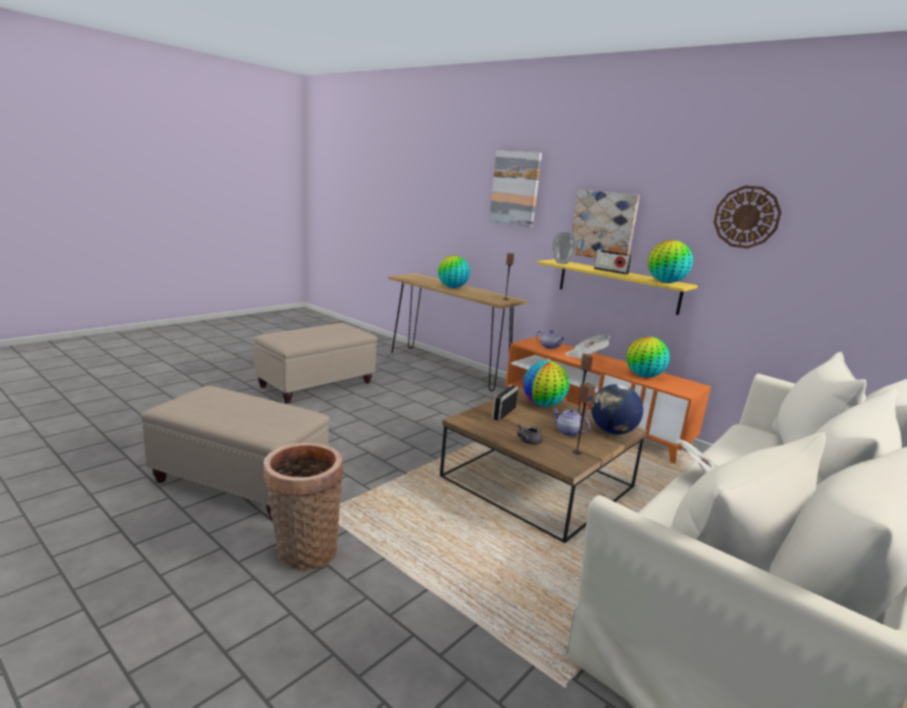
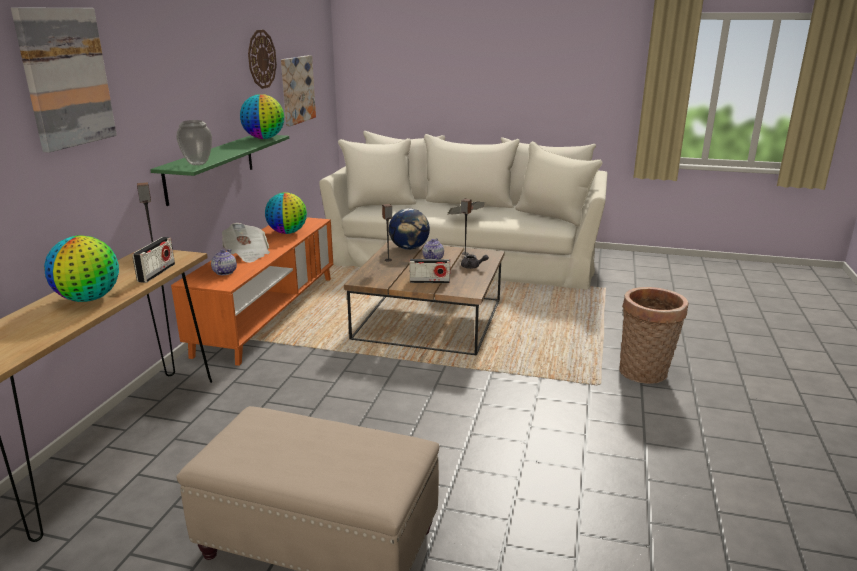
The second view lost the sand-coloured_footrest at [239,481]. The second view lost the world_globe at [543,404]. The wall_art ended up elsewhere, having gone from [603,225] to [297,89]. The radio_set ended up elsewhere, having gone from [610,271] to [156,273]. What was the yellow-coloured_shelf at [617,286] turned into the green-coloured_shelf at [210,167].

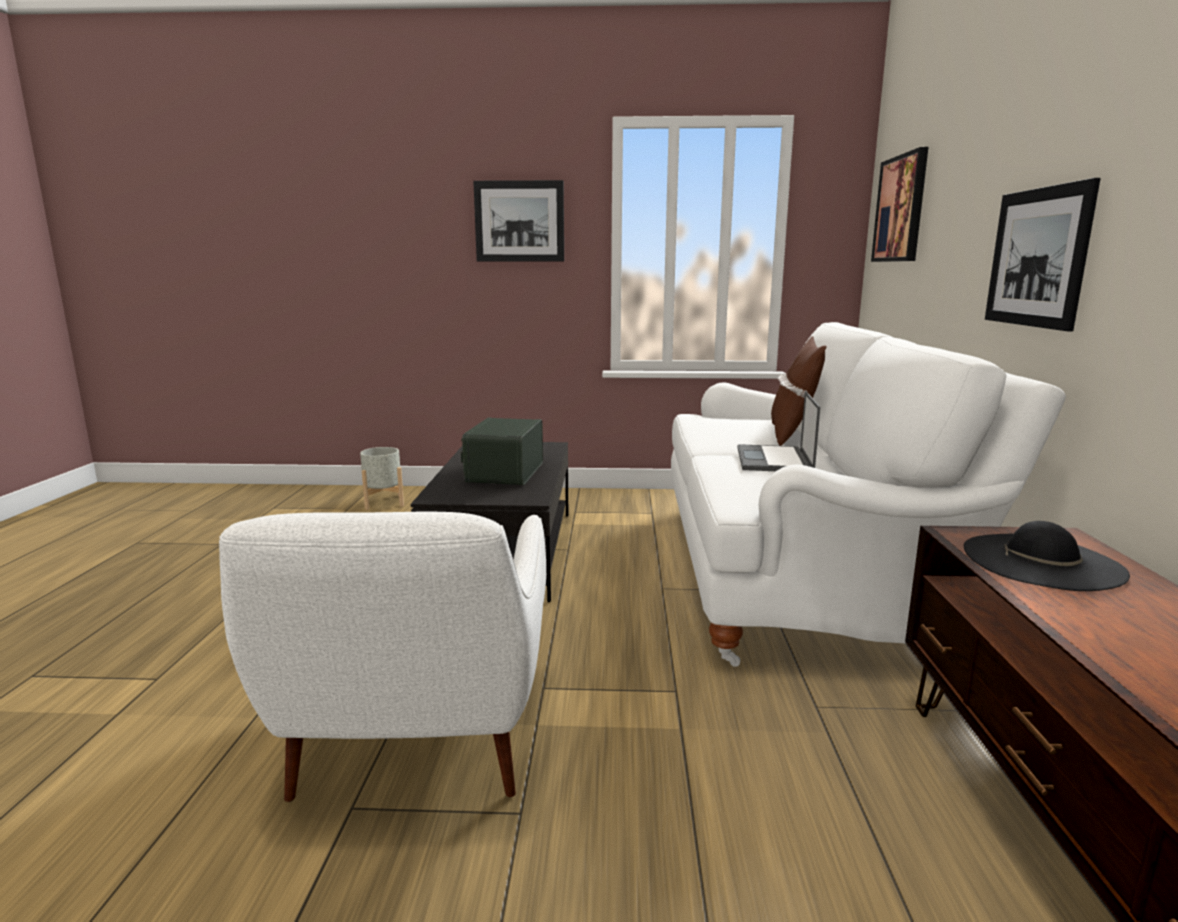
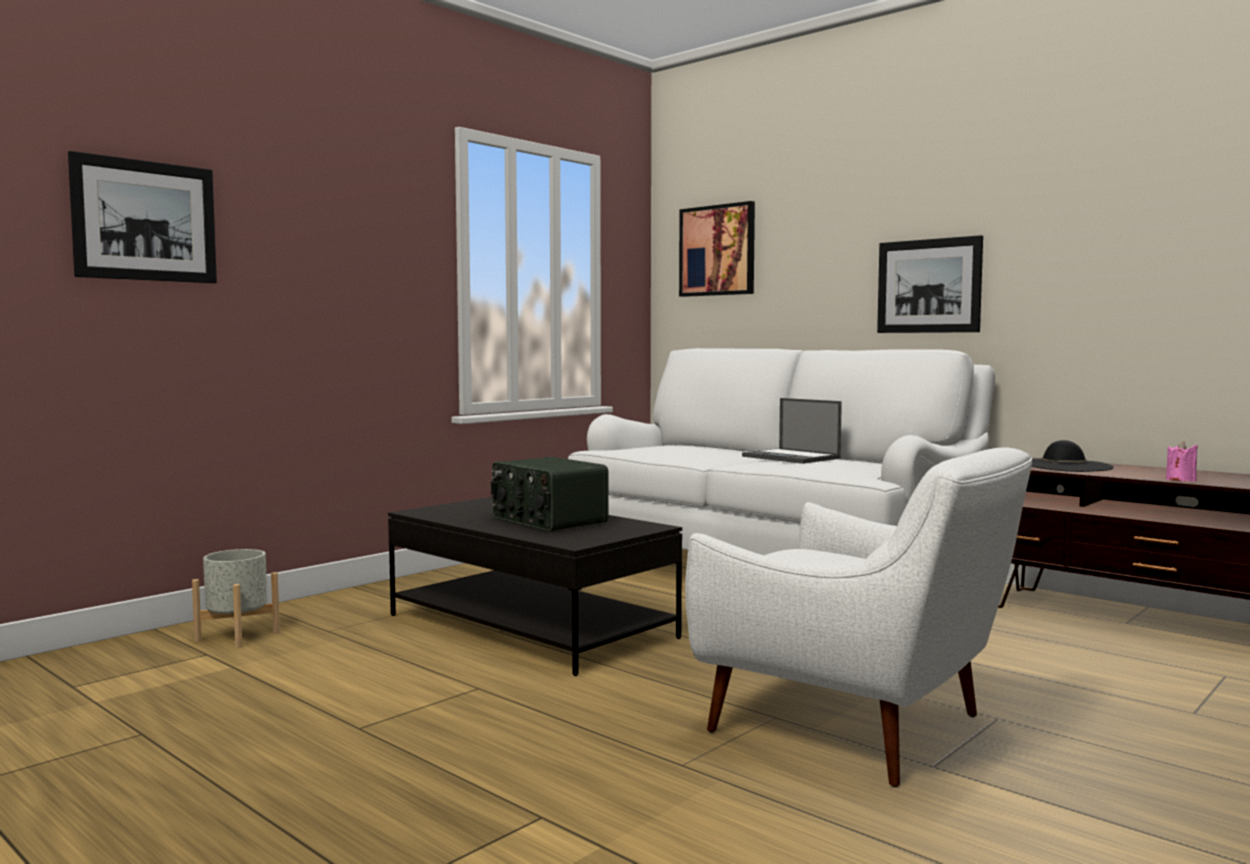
The second view lost the brown-coloured_throw_pillow at [792,435]. The second view gained the pinkish_wax_candle at [1180,480]. The wall_art ended up elsewhere, having gone from [519,221] to [145,221].

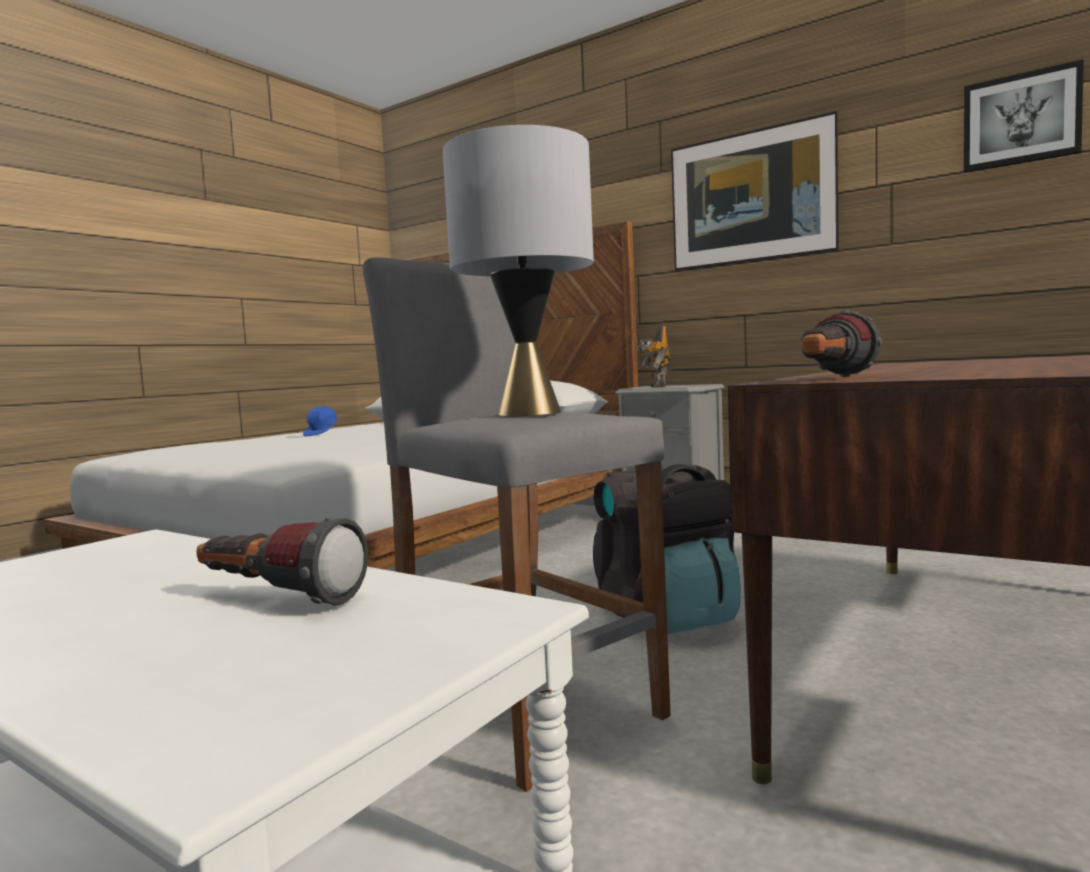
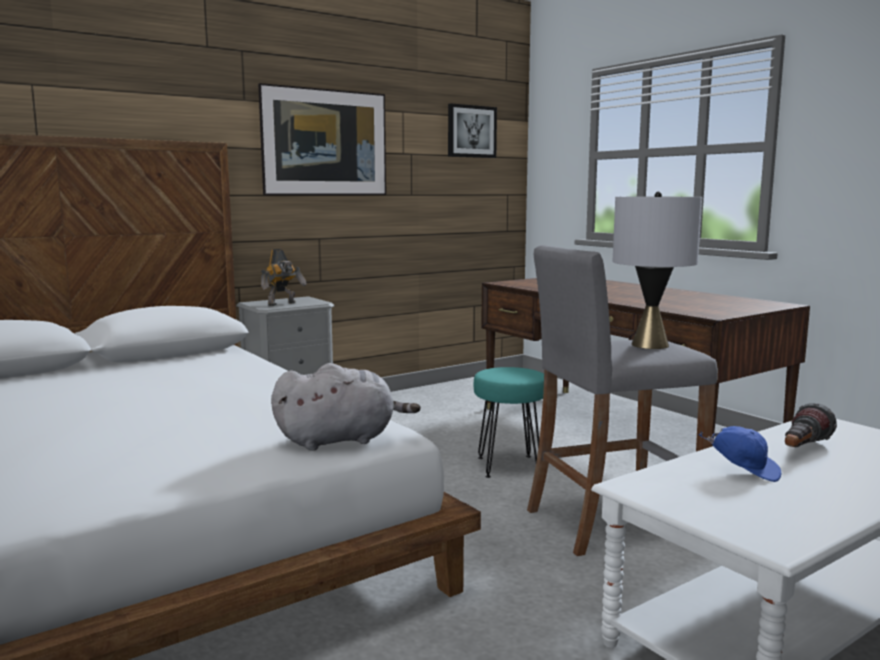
The second view lost the flashlight at [831,379]. The second view gained the gray_soft_toy at [341,440]. The blue_cap ended up elsewhere, having gone from [322,434] to [743,471]. Where the black-coloured_knapsack stood at [668,618], the turquoise_stool came to stand at [508,466]. The robot_figure at [656,387] ended up facing another way, 60 degrees counterclockwise from before.

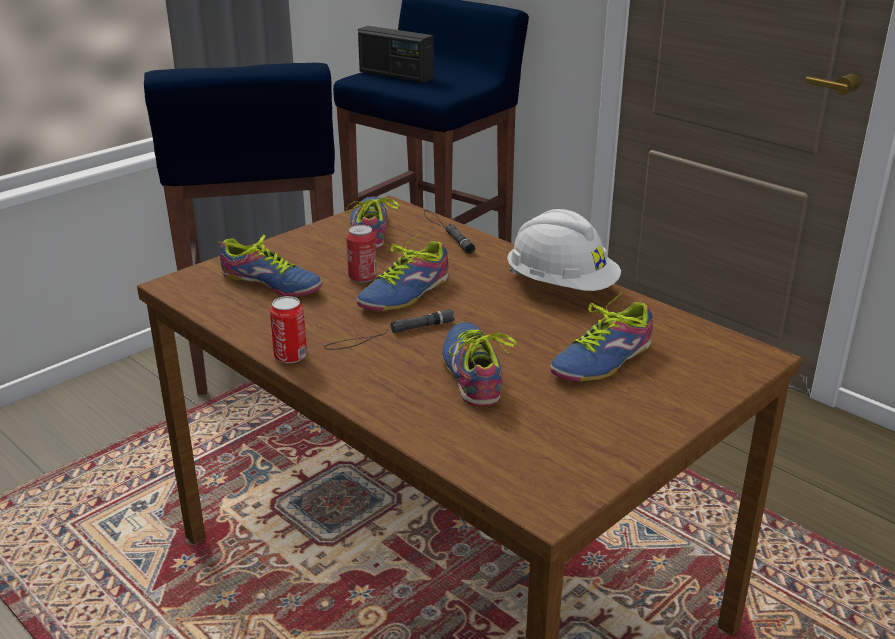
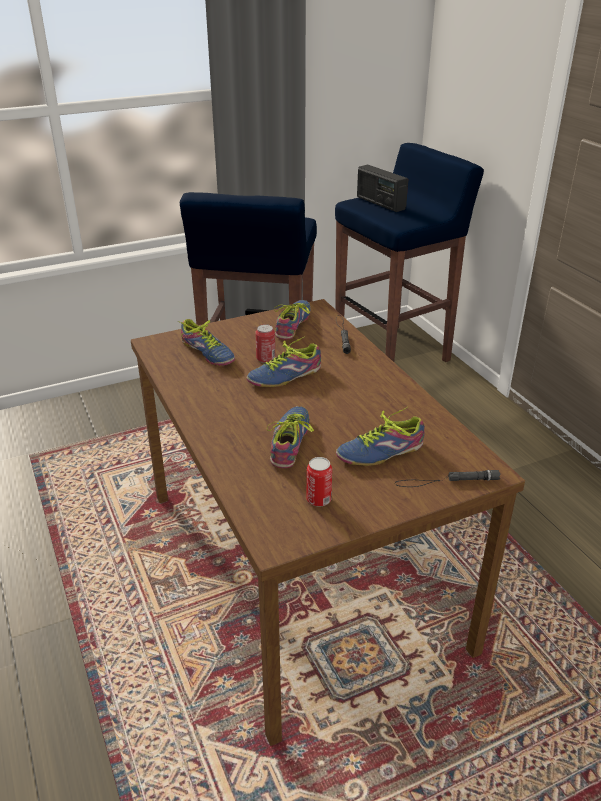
The second view lost the white-coloured_work_helmet at [561,287]. The sealed_can ended up elsewhere, having gone from [290,356] to [318,499]. The black-coloured_flashlight ended up elsewhere, having gone from [389,334] to [446,481].

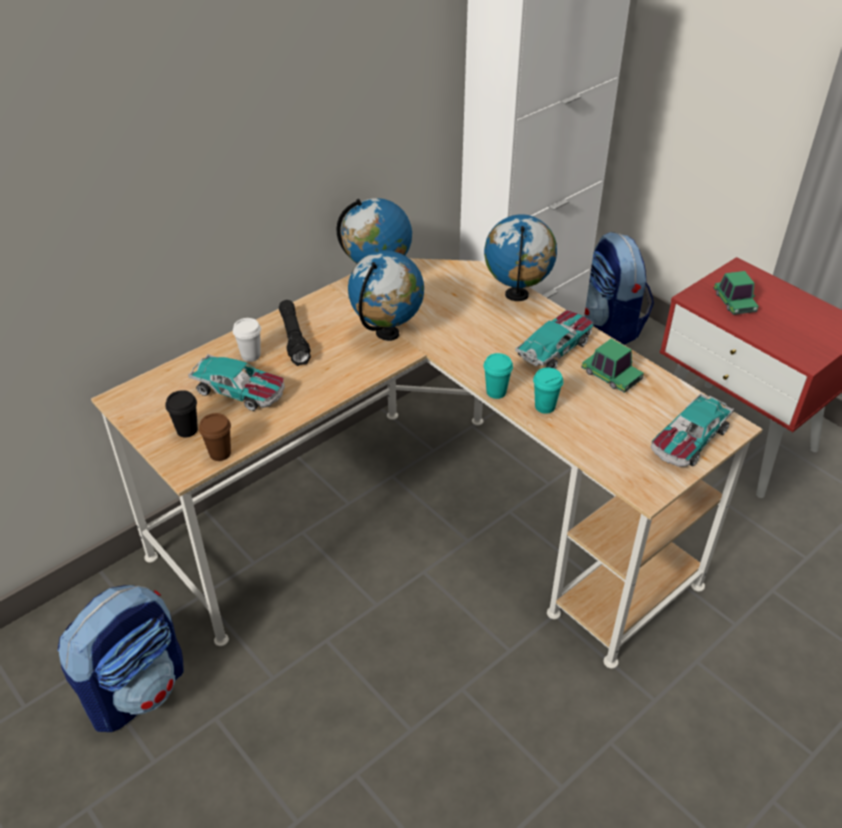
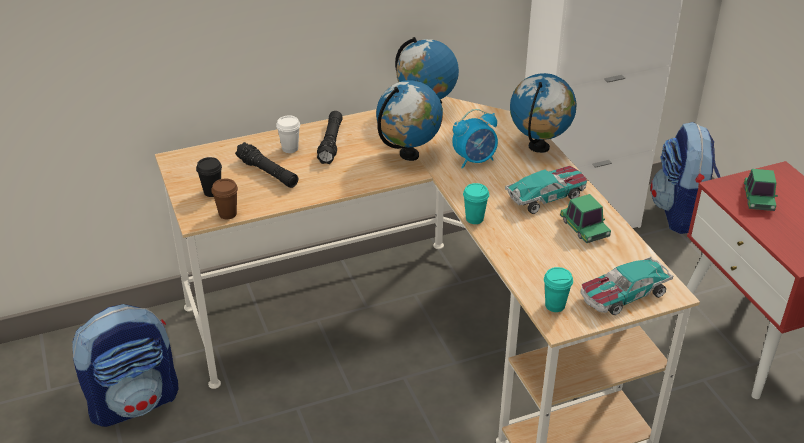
The second view gained the bedside_clock at [475,160]. The turquoise_small_cup ended up elsewhere, having gone from [545,407] to [555,305]. Where the miniature_car stood at [240,391], the black-coloured_flashlight came to stand at [267,173].

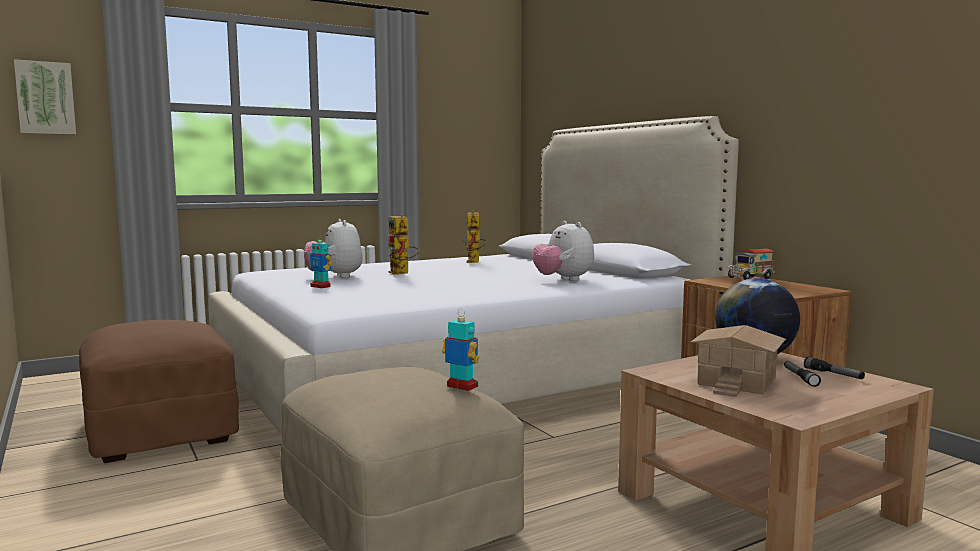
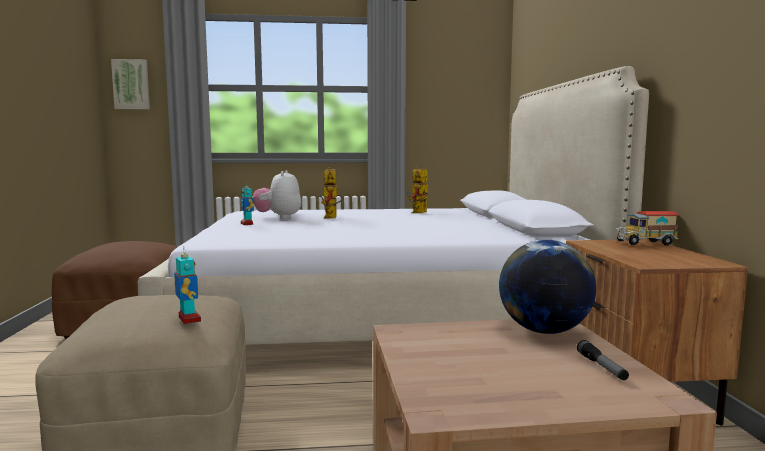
The second view lost the soft_toy at [563,280]. The second view lost the toy_house at [738,381]. The second view lost the flashlight at [800,378].

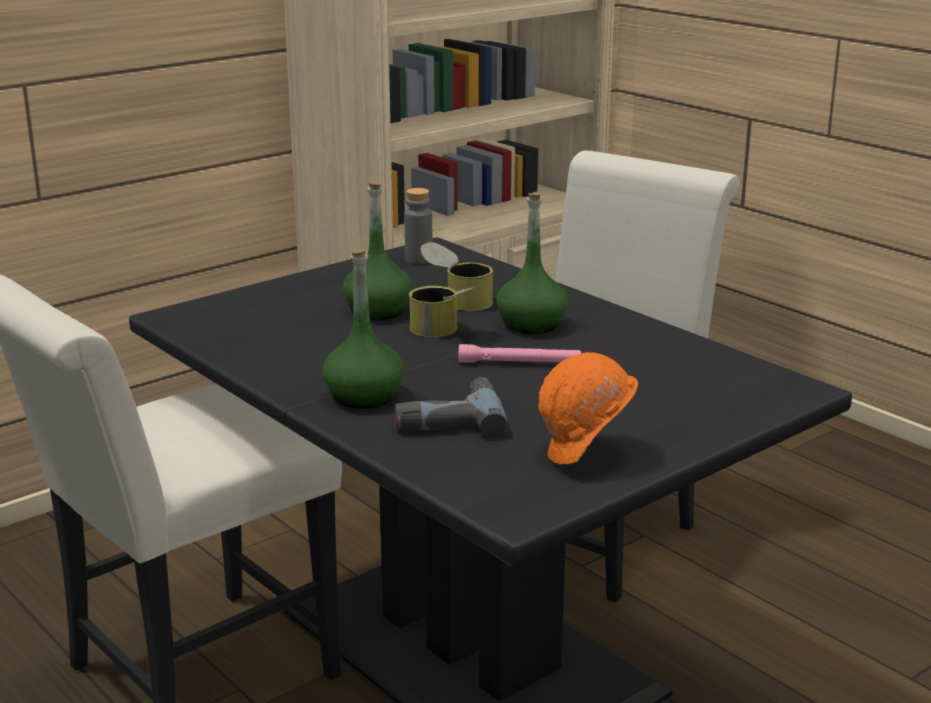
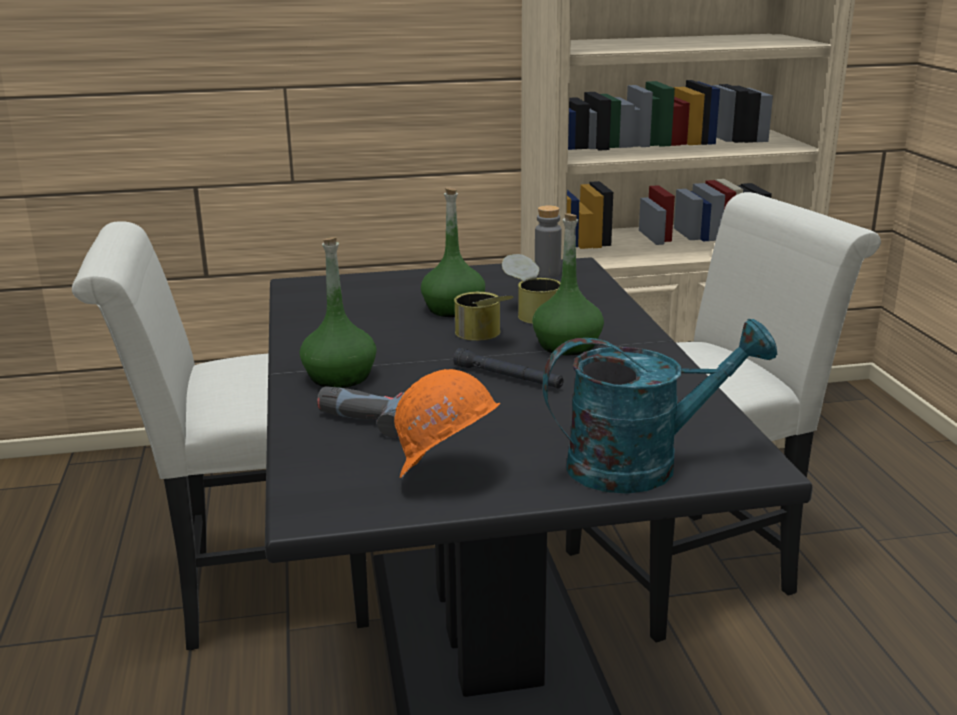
The second view gained the turquoise_sprinkling_can at [642,464]. What was the pinkish_flashlight at [519,363] turned into the black-coloured_flashlight at [508,377].

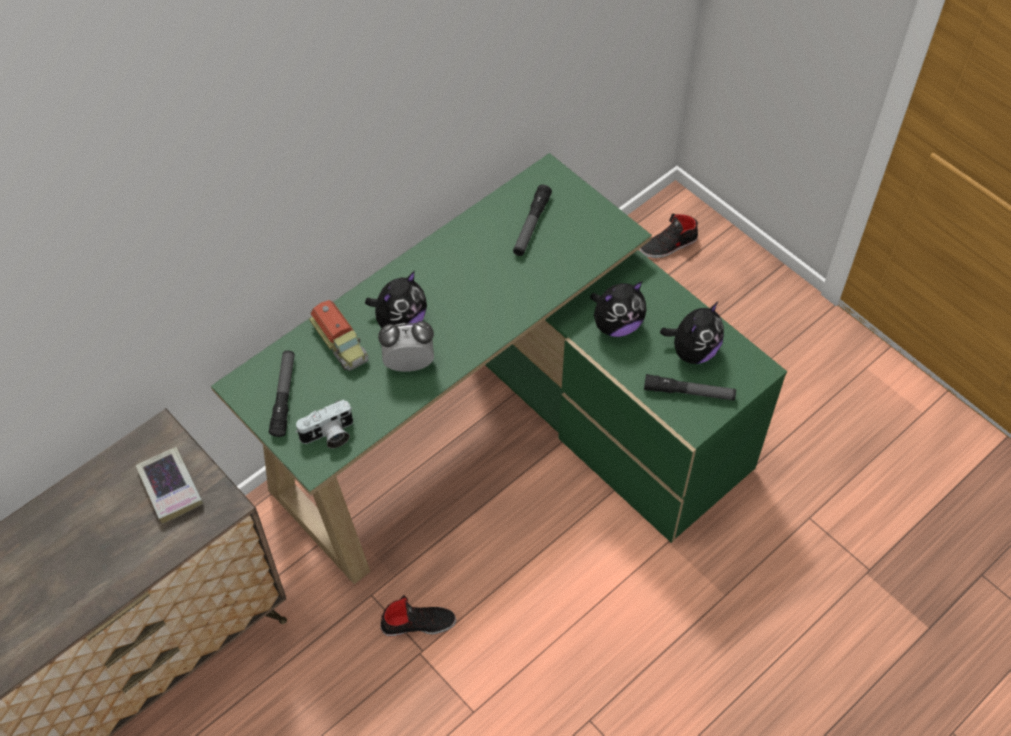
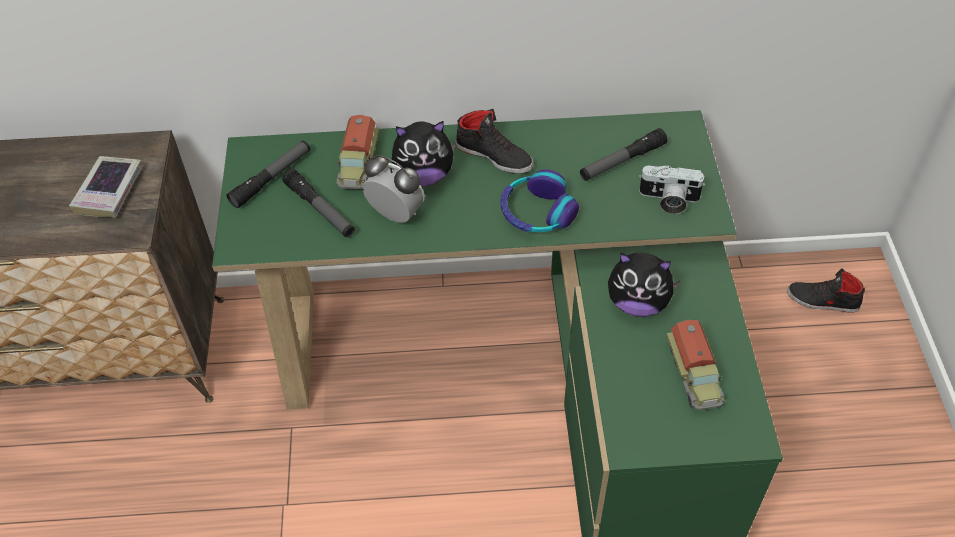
The second view gained the pair_of_headphones at [537,212]. The photo_camera ended up elsewhere, having gone from [329,435] to [668,200]. The black-coloured_low_shoe ended up elsewhere, having gone from [418,623] to [494,155]. The flashlight ended up elsewhere, having gone from [689,392] to [320,209]. Where the soft_toy stood at [692,351], the toy_truck came to stand at [694,374].

